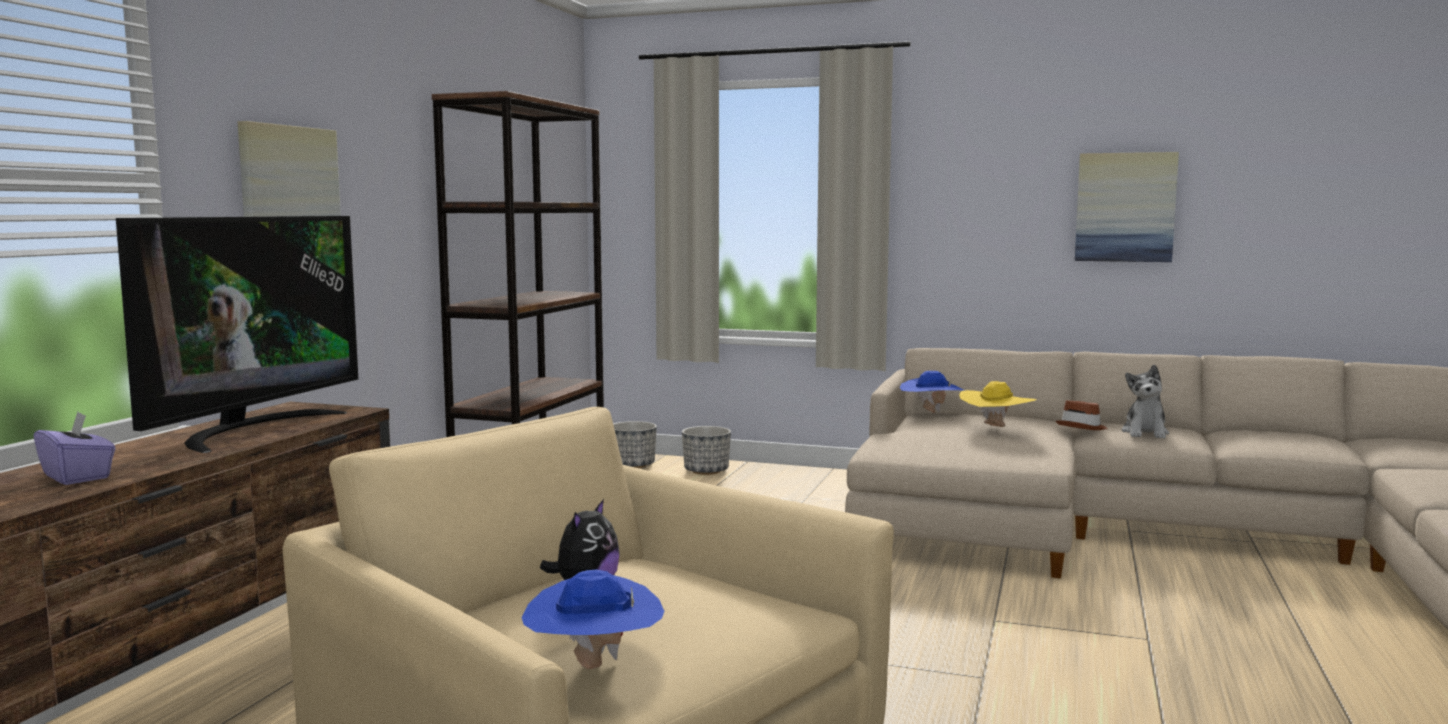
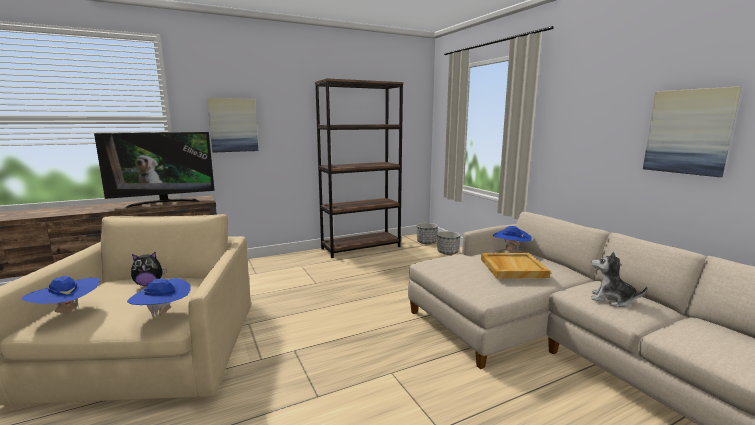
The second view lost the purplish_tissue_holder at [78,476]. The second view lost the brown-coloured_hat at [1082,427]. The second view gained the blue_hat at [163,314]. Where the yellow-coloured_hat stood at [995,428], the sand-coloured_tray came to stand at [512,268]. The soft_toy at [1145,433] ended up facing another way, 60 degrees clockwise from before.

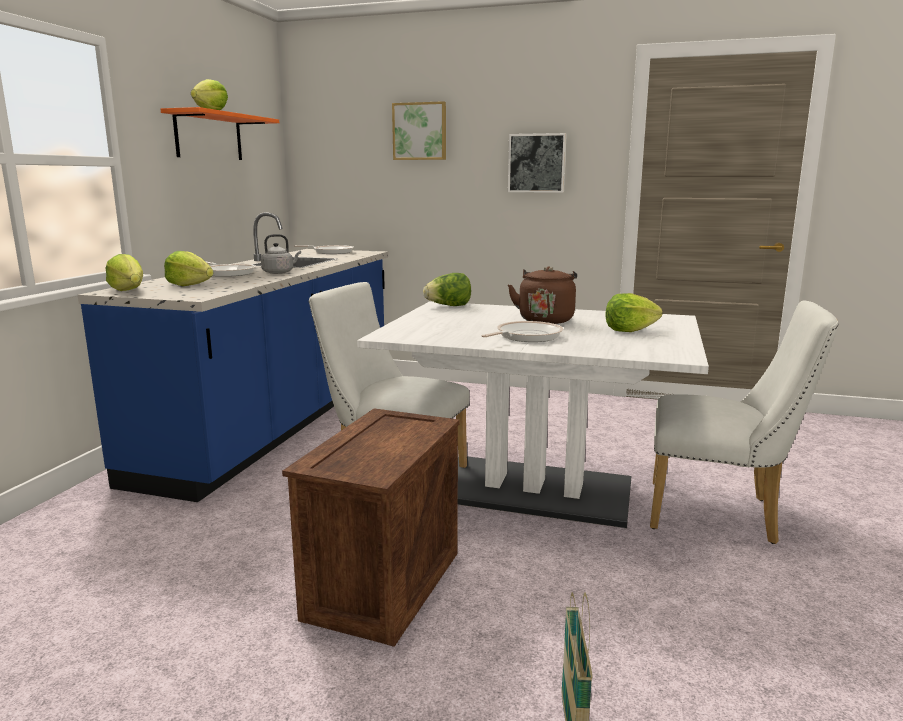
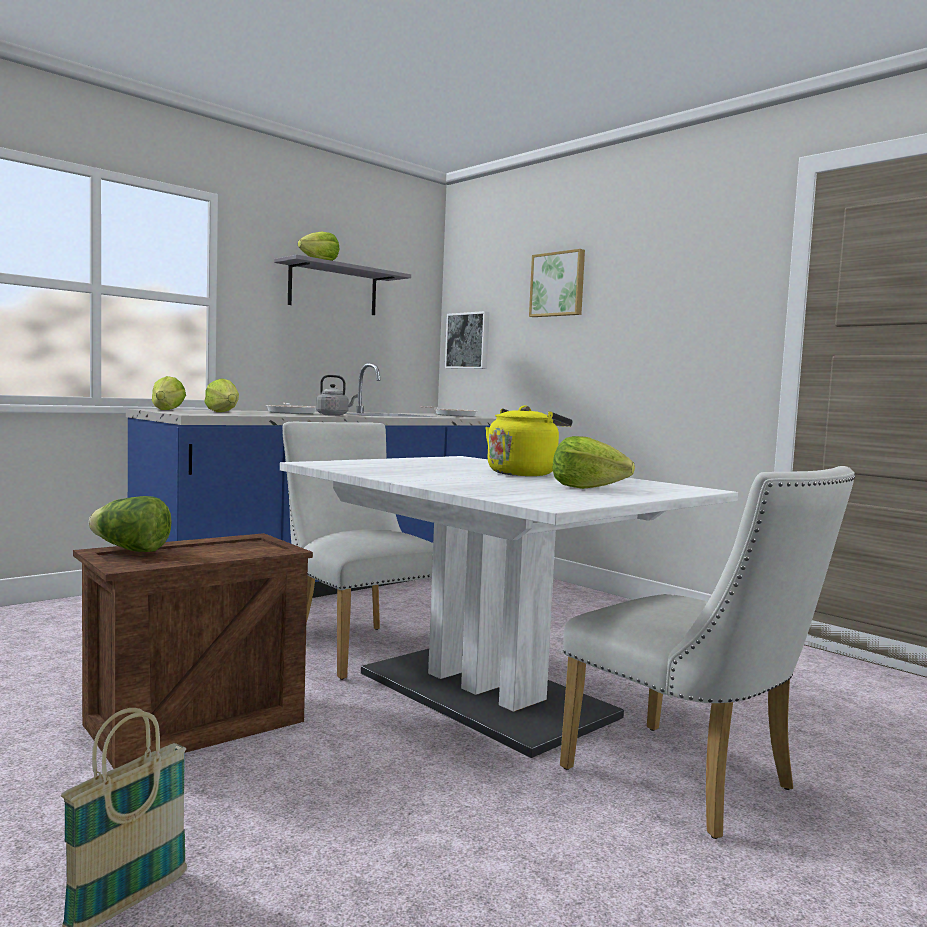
The second view lost the skillet at [525,336]. The head_of_lettuce ended up elsewhere, having gone from [448,306] to [130,550]. The wall_art ended up elsewhere, having gone from [537,163] to [468,341]. What was the orange-coloured_shelf at [209,136] turned into the gray_shelf at [333,289]. What was the brown-coloured_kettle at [545,319] turned into the yellow-coloured_kettle at [524,473].

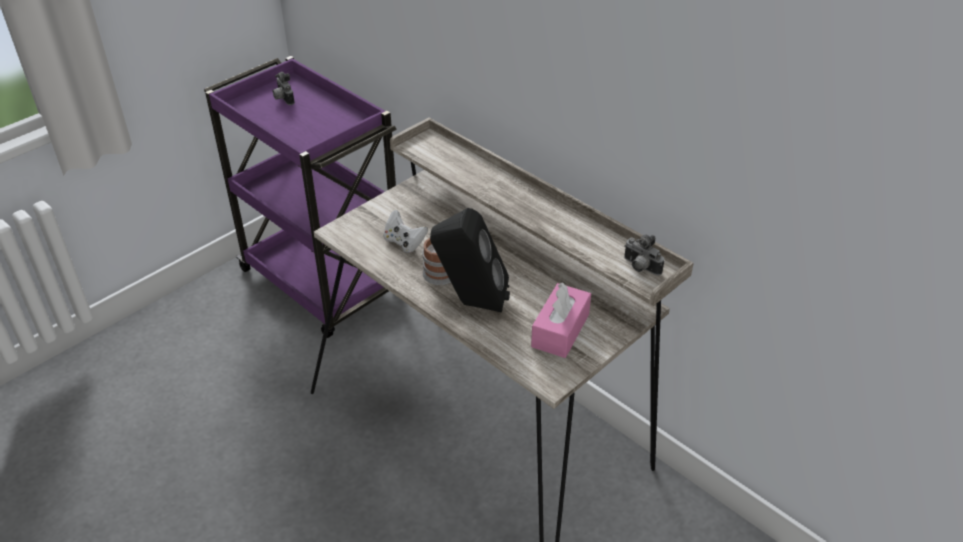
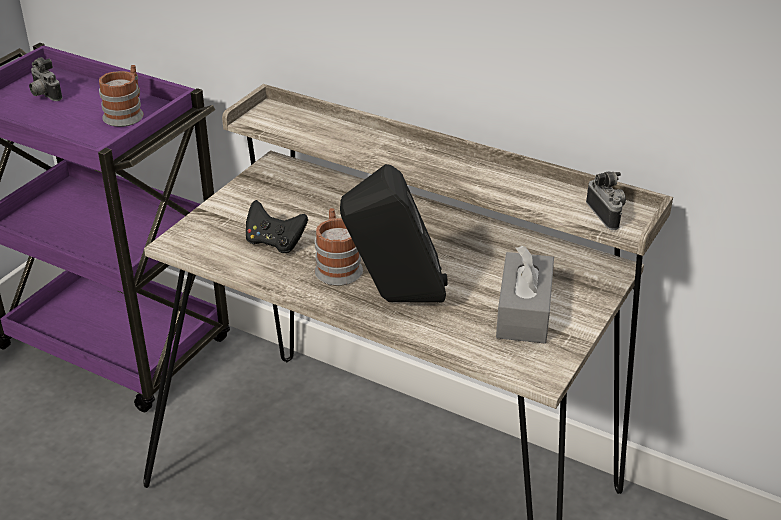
The second view gained the coffee_mug at [126,114]. What was the white-coloured_joypad at [404,243] turned into the black-coloured_joypad at [275,242]. What was the pinkish_tissue_holder at [560,330] turned into the gray_tissue_holder at [524,312]. The photo_camera at [640,268] ended up facing another way, 135 degrees counterclockwise from before.

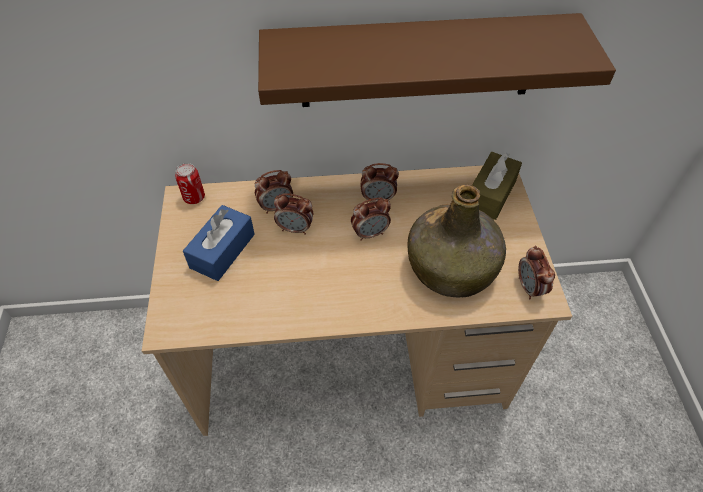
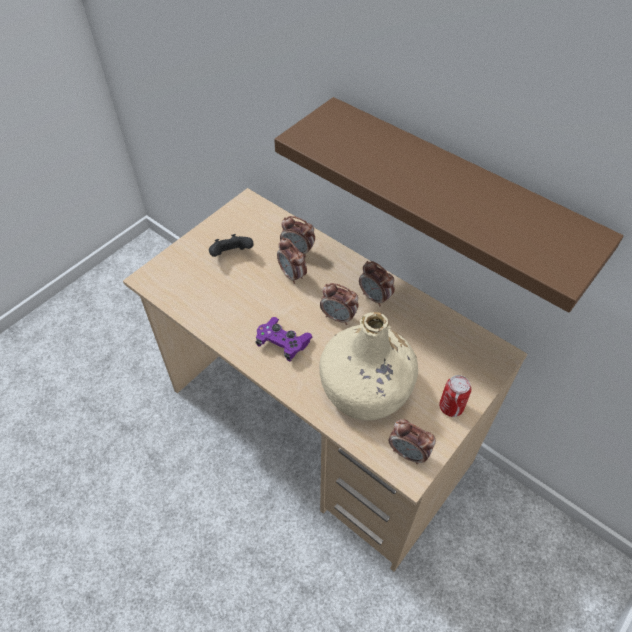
The second view lost the brown-coloured_tissue_holder at [490,194]. The second view gained the purplish_joypad at [283,344]. The sealed_can ended up elsewhere, having gone from [194,197] to [451,407]. Where the blue_tissue_holder stood at [222,251], the black-coloured_joypad came to stand at [231,255]. What was the green-coloured_drink_bottle at [451,268] turned into the sand-coloured_drink_bottle at [367,388]. The bedside_clock at [529,288] ended up facing another way, 90 degrees counterclockwise from before.

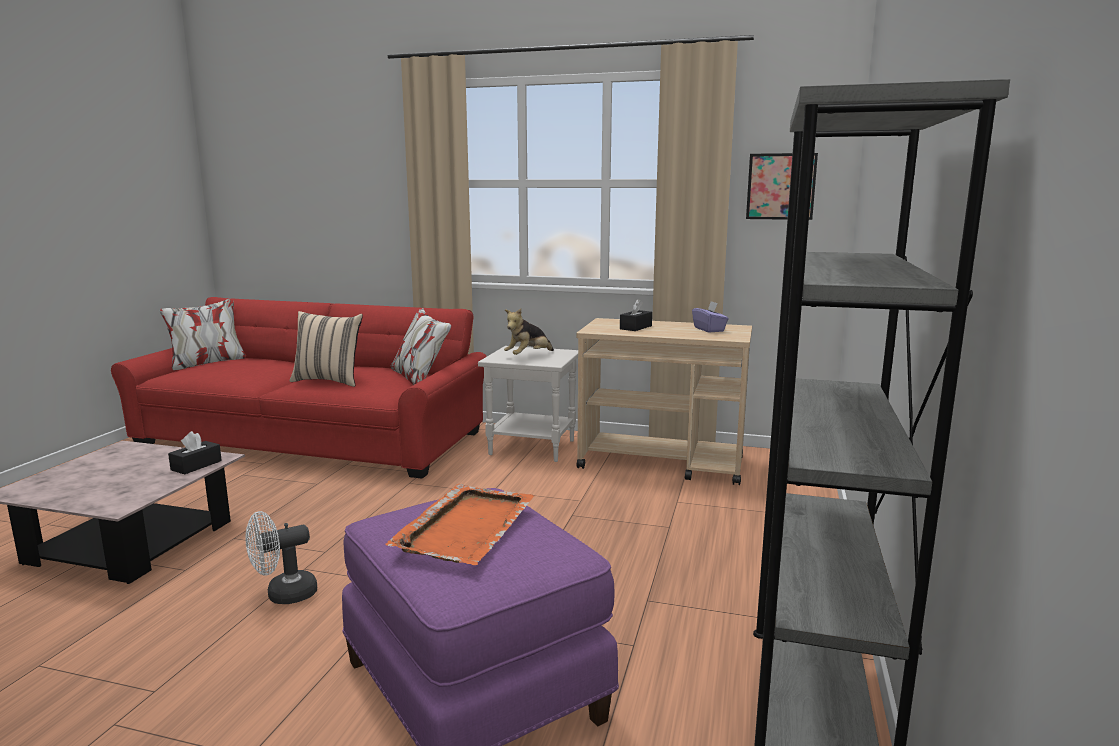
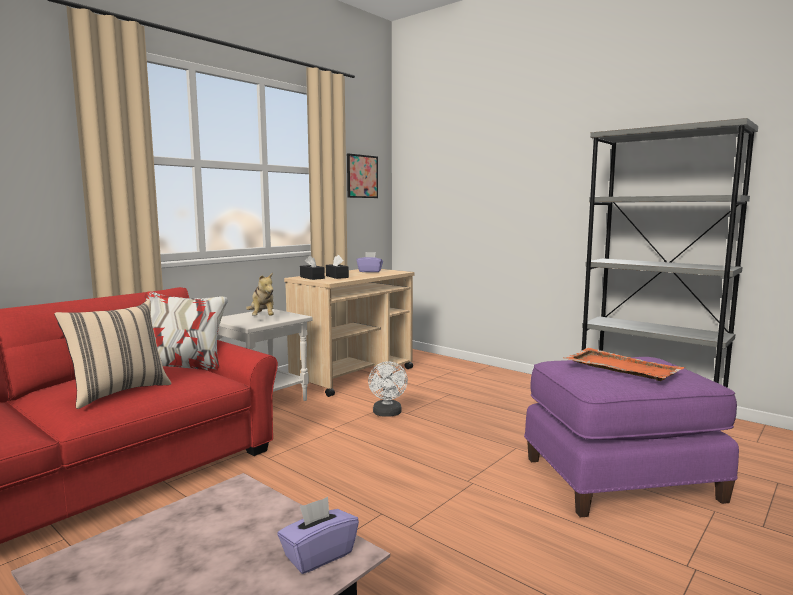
The second view gained the purplish_tissue_holder at [318,555]. The black-coloured_tissue_holder ended up elsewhere, having gone from [196,465] to [312,277]. The white-coloured_cooling_fan ended up elsewhere, having gone from [283,595] to [387,414].

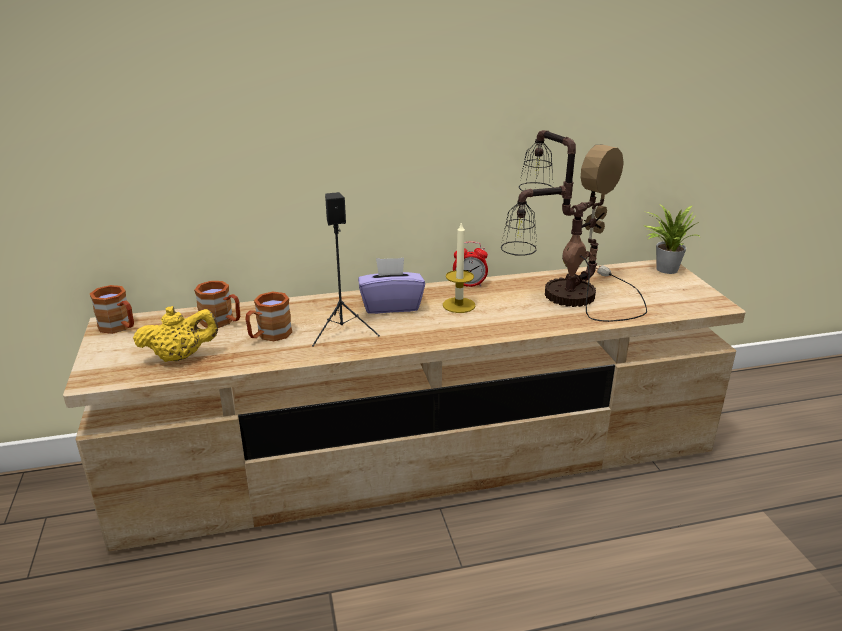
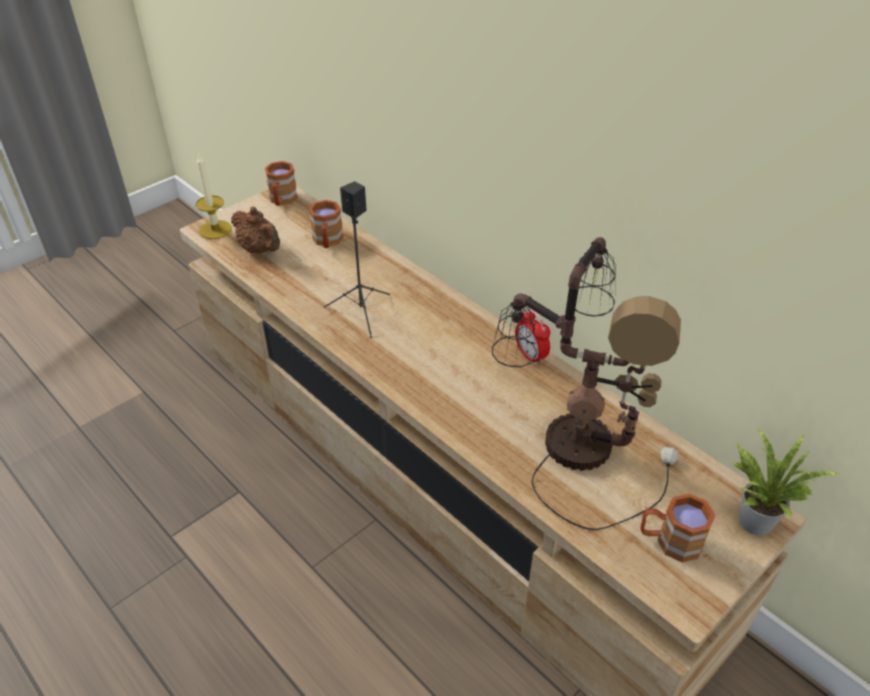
The second view lost the purplish_tissue_holder at [391,305]. The brown-coloured_coffee_mug ended up elsewhere, having gone from [269,335] to [669,541]. The wax_candle ended up elsewhere, having gone from [459,305] to [215,229]. What was the yellow-coloured_pot_for_tea at [180,357] turned into the brown-coloured_pot_for_tea at [260,250].

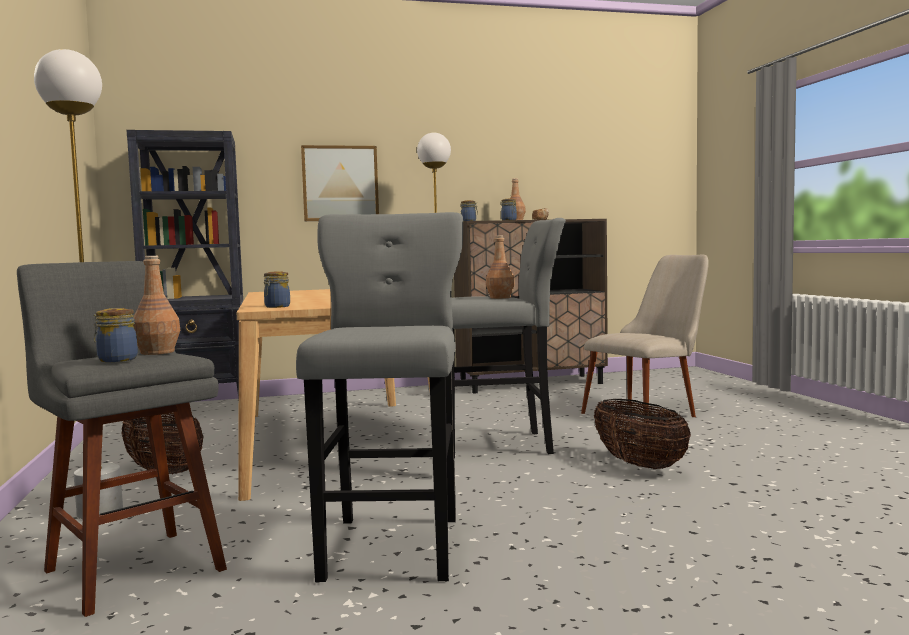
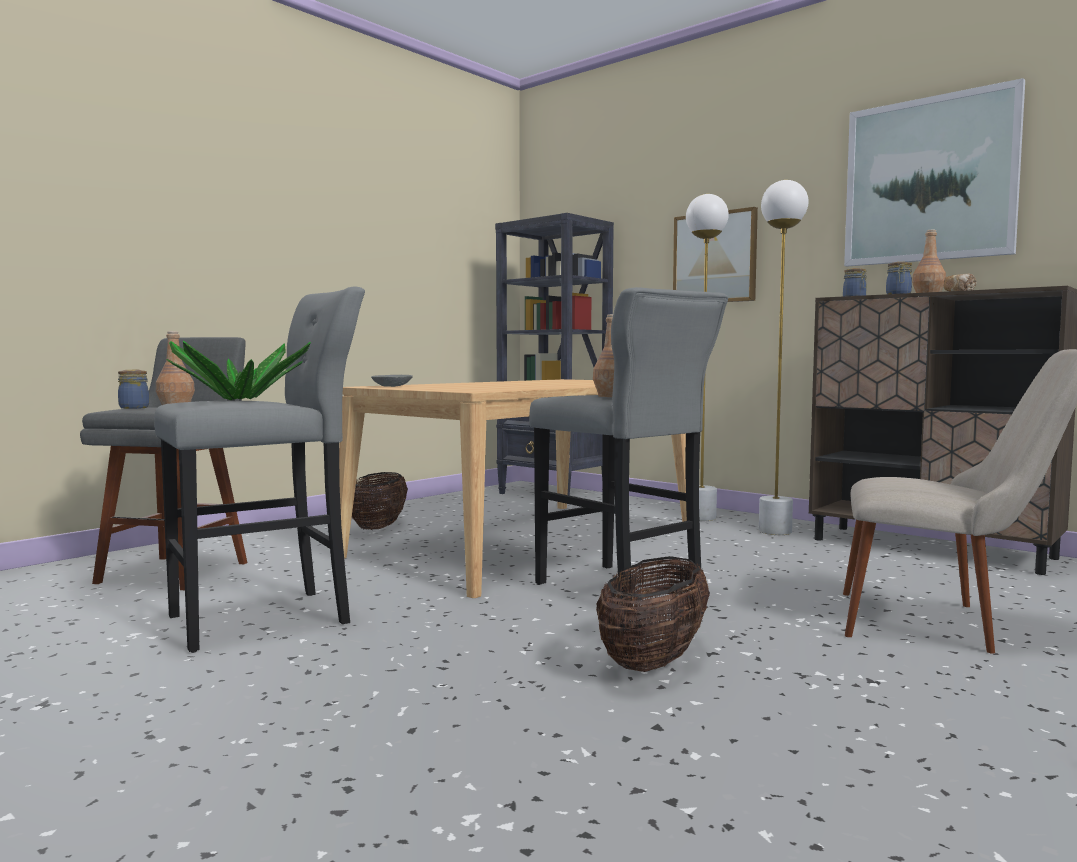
The second view gained the houseplant at [240,400]. The second view gained the wall_art at [929,180]. The white-coloured_standard_lamp ended up elsewhere, having gone from [100,512] to [701,518]. Where the storage_jar stood at [276,307], the gray_serving_bowl came to stand at [392,386].

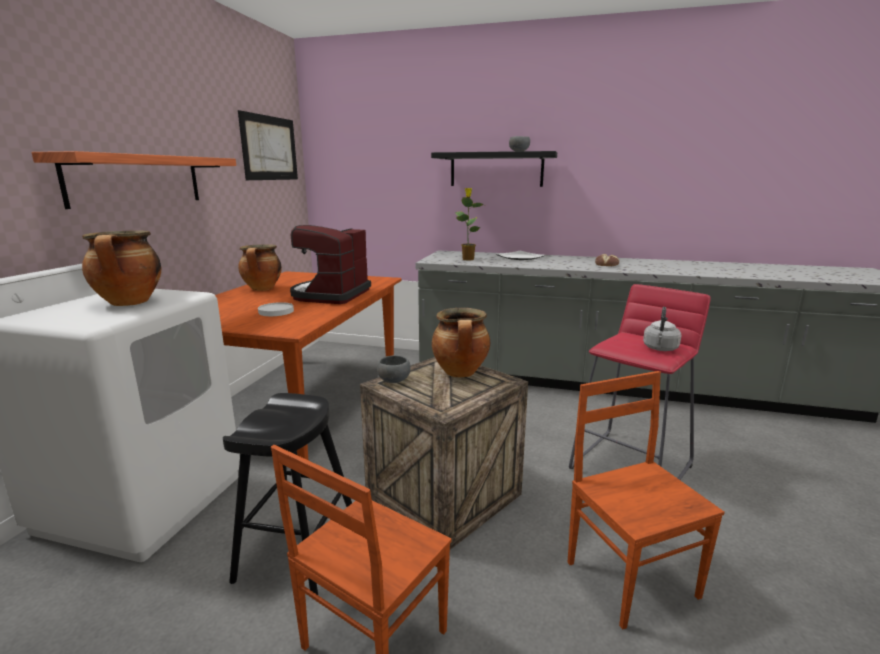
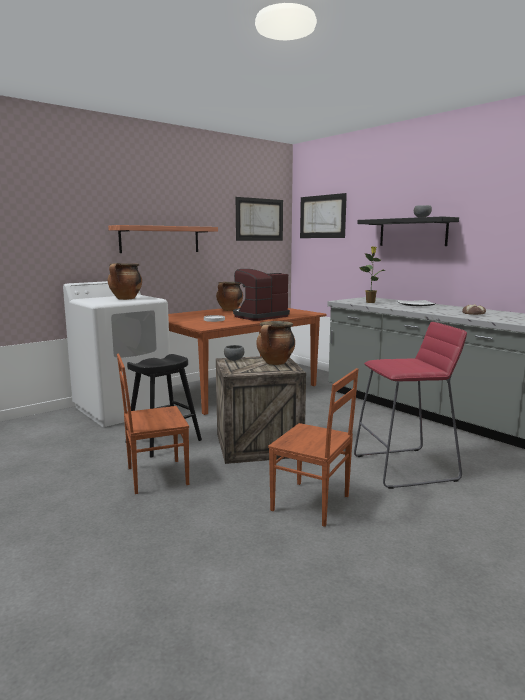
The second view lost the gray_kettle at [660,349]. The second view gained the wall_art at [322,216]. The brown-coloured_plain_chair at [631,577] ended up facing another way, 105 degrees clockwise from before.

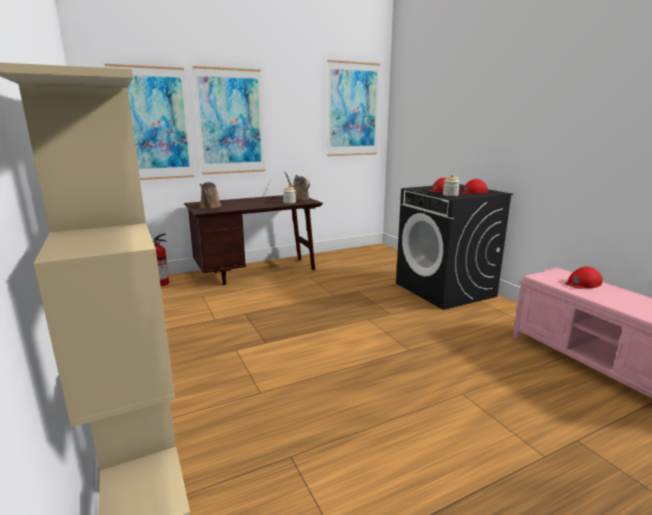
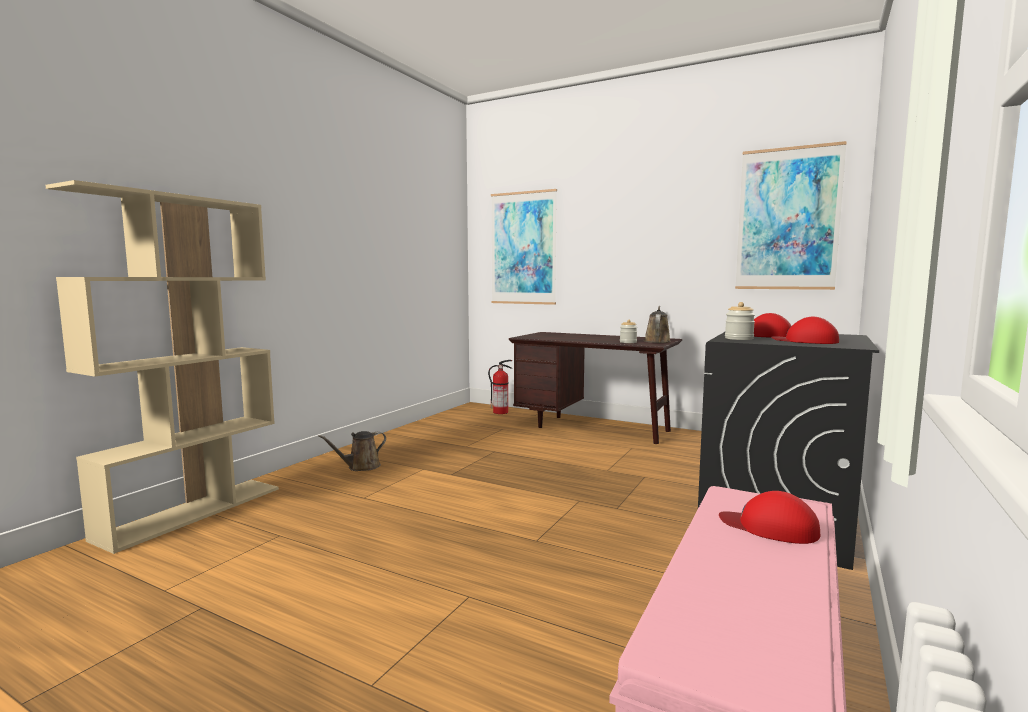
The second view lost the wall_art at [230,122]. The brown-coloured_sprinkling_can ended up elsewhere, having gone from [210,207] to [361,467].

